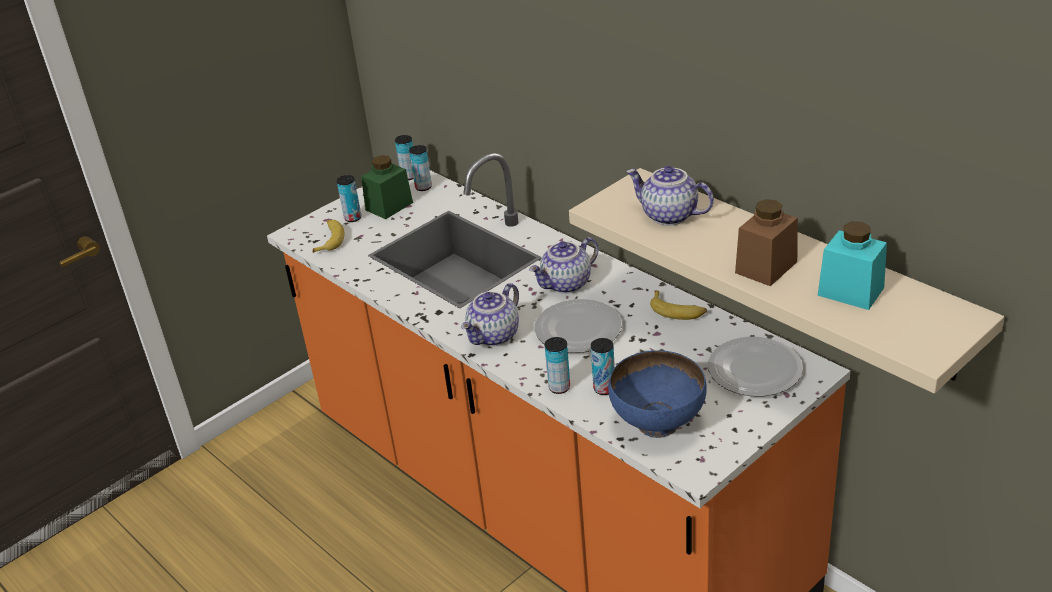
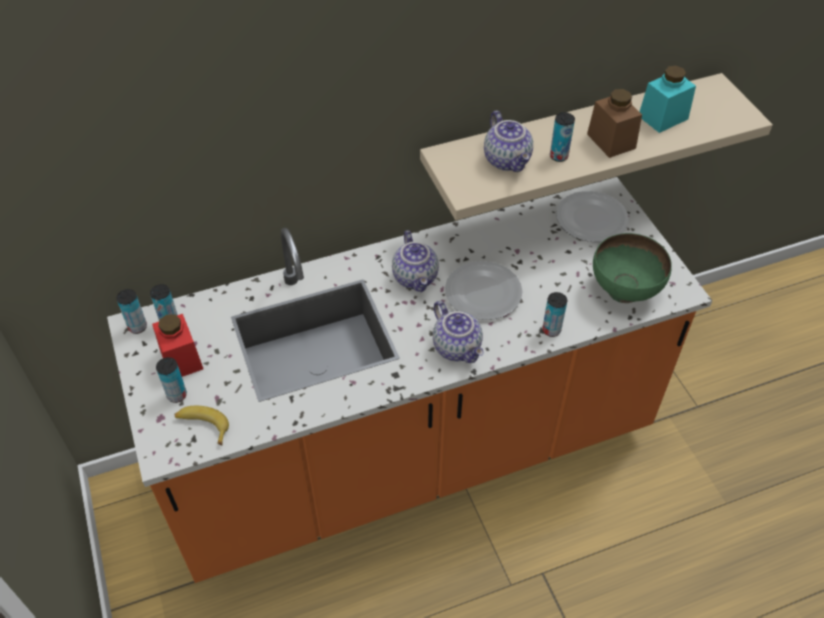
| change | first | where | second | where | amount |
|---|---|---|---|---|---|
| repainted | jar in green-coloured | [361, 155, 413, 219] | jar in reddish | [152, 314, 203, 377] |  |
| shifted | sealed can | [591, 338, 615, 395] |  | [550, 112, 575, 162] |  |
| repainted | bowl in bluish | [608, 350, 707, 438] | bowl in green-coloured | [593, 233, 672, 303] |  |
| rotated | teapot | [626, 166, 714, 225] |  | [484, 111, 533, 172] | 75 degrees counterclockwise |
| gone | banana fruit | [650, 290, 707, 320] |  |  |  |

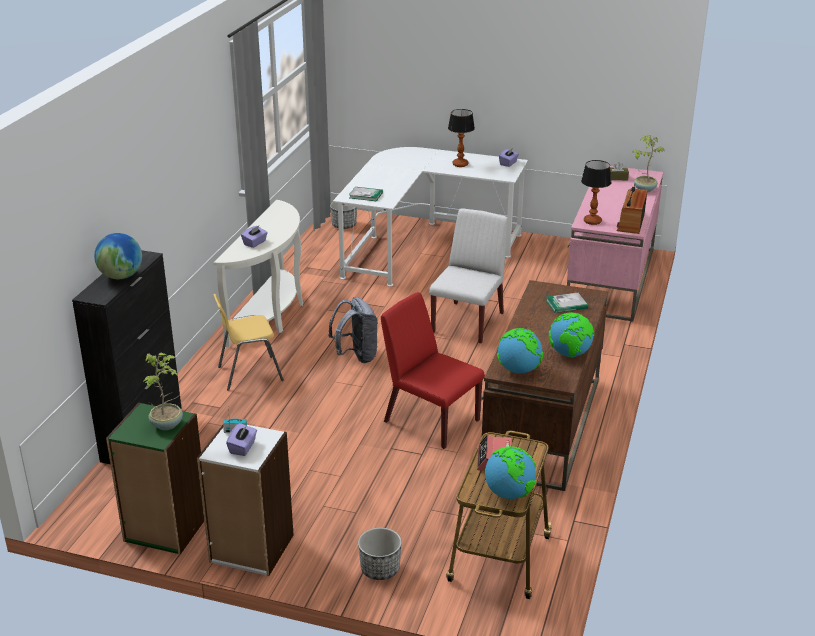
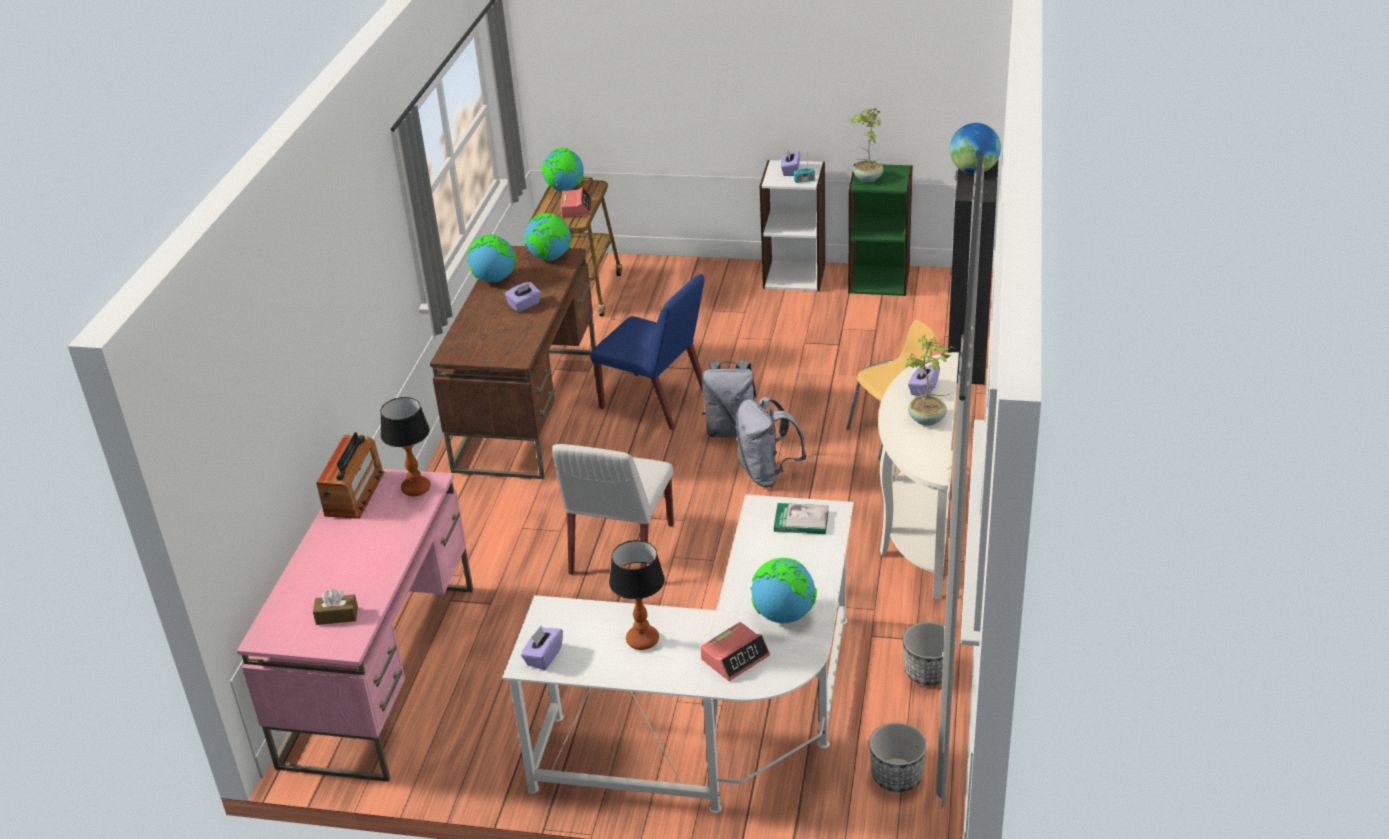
| change | first | where | second | where | amount |
|---|---|---|---|---|---|
| shifted | flower pot | [358, 528, 402, 580] |  | [903, 622, 956, 685] |  |
| repainted | chair in reddish | [381, 292, 485, 449] | chair in bluish | [590, 274, 704, 430] |  |
| gone | volume | [546, 293, 588, 313] |  |  |  |
| shifted | houseplant | [633, 135, 664, 192] |  | [905, 334, 956, 426] |  |
| new |  |  | tissue holder in purple-coloured | [505, 282, 541, 312] |  |
| new |  |  | bedside clock | [700, 622, 770, 681] |  |
| new |  |  | backpack in grey | [702, 359, 757, 438] |  |
| new |  |  | world globe | [750, 558, 817, 623] |  |

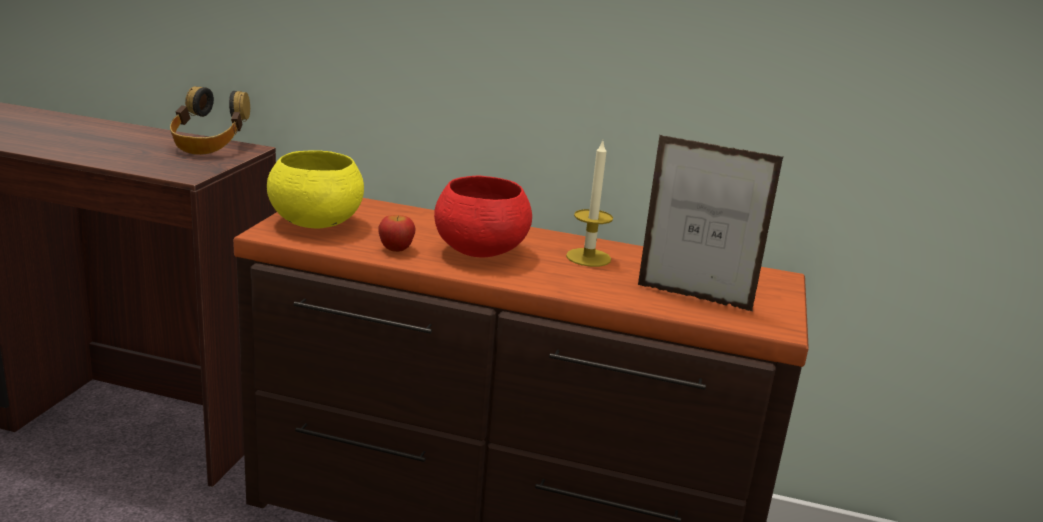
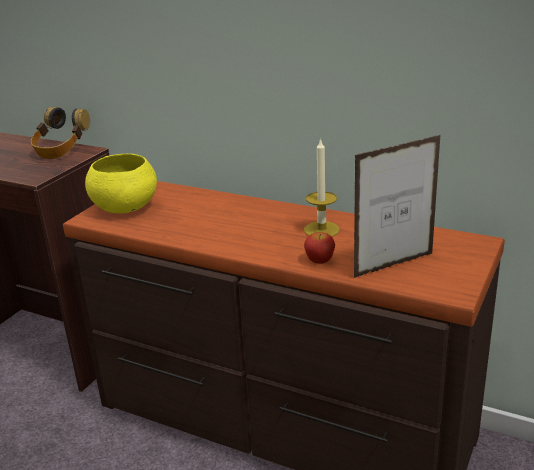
| change | first | where | second | where | amount |
|---|---|---|---|---|---|
| shifted | apple fruit | [378, 215, 415, 252] |  | [304, 232, 335, 264] |  |
| gone | bowl in reddish | [434, 175, 532, 258] |  |  |  |
| rotated | photo frame | [638, 135, 784, 312] |  | [353, 135, 440, 278] | 120 degrees clockwise |

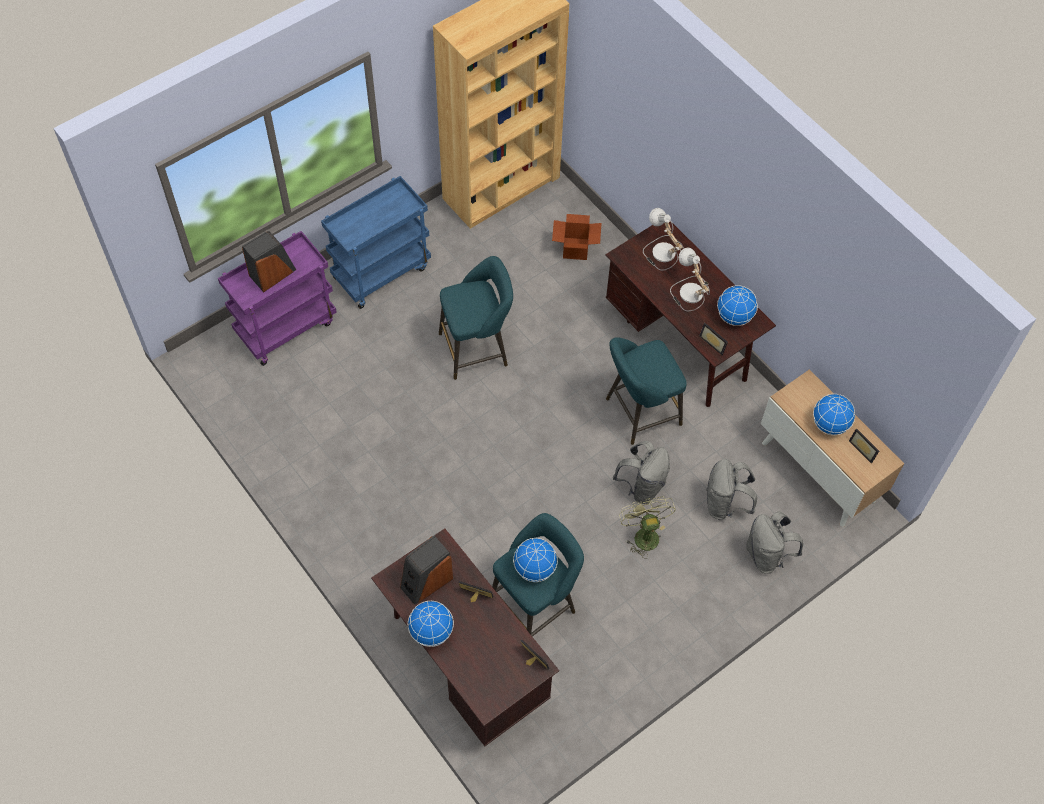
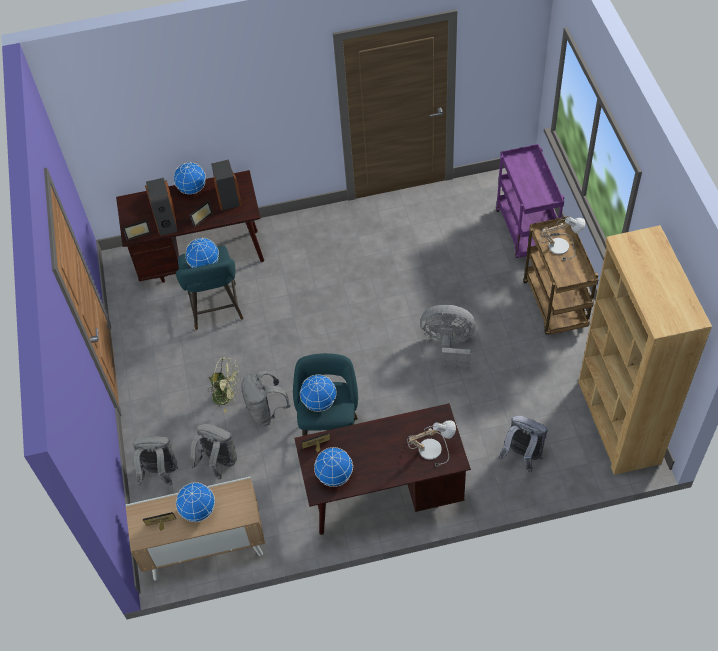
| change | first | where | second | where | amount |
|---|---|---|---|---|---|
| shifted | audio speaker | [242, 231, 296, 292] |  | [145, 178, 177, 236] |  |
| repainted | trolley in bluish | [321, 176, 431, 309] | trolley in brown | [523, 216, 598, 335] |  |
| swapped | stool seat in blue-green | [439, 256, 513, 380] | fan in grey | [420, 305, 476, 370] |  |
| swapped | packing box | [552, 214, 602, 260] | backpack in grey | [499, 416, 548, 472] |  |
| shifted | lamp for a table | [670, 248, 710, 311] |  | [540, 217, 586, 260] |  |
| new |  |  | world globe | [300, 375, 337, 412] |  |

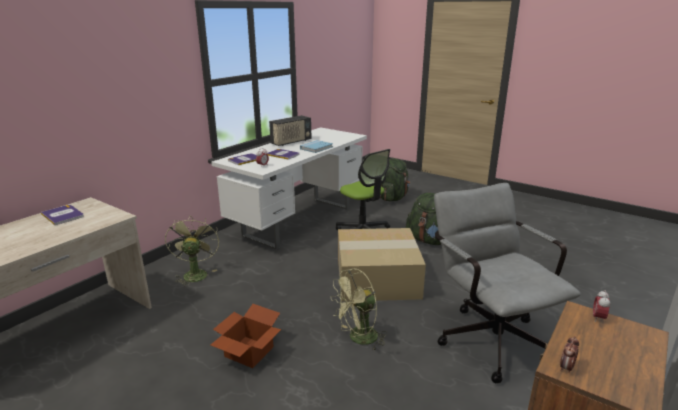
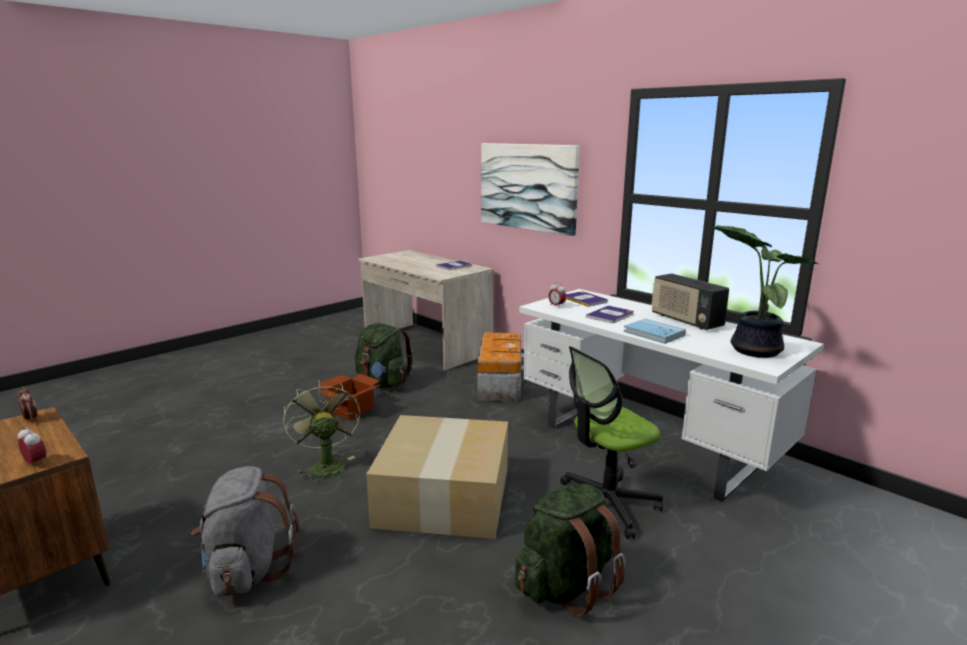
| change | first | where | second | where | amount |
|---|---|---|---|---|---|
| swapped | fan in green-coloured | [165, 215, 219, 287] | storage bin | [477, 333, 526, 402] |  |
| shifted | backpack in green-coloured | [380, 158, 410, 201] |  | [355, 323, 413, 388] |  |
| swapped | office chair in grey | [434, 183, 581, 383] | backpack in grey | [191, 466, 299, 597] |  |
| new |  |  | wall art | [481, 143, 580, 236] |  |
| new |  |  | houseplant | [712, 225, 818, 358] |  |

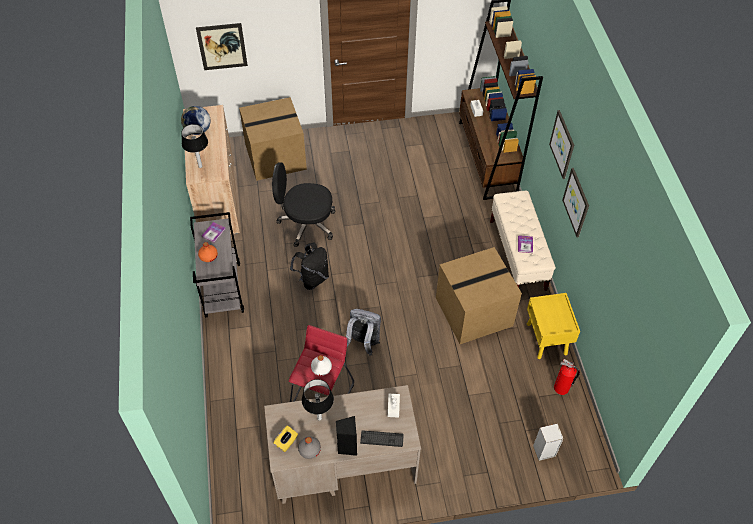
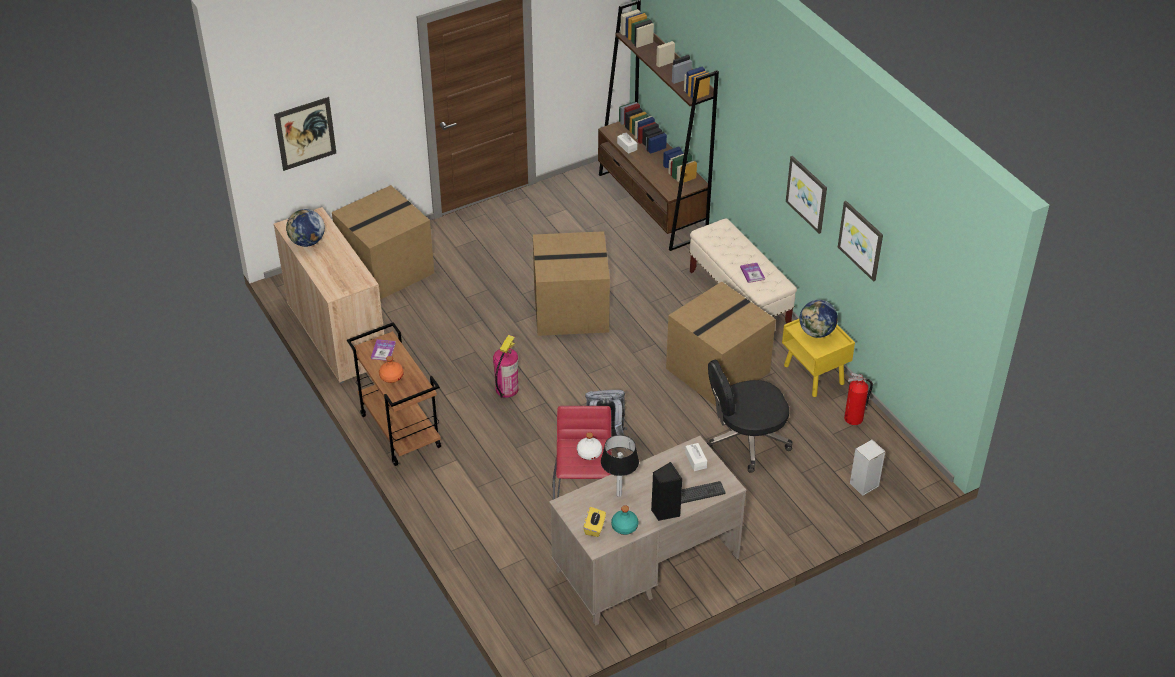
| change | first | where | second | where | amount |
|---|---|---|---|---|---|
| gone | lamp for a table | [181, 124, 208, 168] |  |  |  |
| repainted | trolley in grey | [190, 212, 244, 317] | trolley in brown | [347, 322, 441, 466] |  |
| shifted | office chair in black-coloured | [272, 162, 336, 247] |  | [707, 360, 793, 473] |  |
| swapped | backpack in black-coloured | [290, 243, 329, 290] | fire extinguisher | [493, 335, 519, 398] |  |
| repainted | bottle in grey | [298, 436, 321, 459] | bottle in blue-green | [611, 506, 638, 535] |  |
| shifted | wall art | [549, 110, 574, 179] |  | [838, 201, 883, 282] |  |
| new |  |  | packing box | [533, 231, 610, 336] |  |
| new |  |  | world globe | [799, 300, 838, 338] |  |

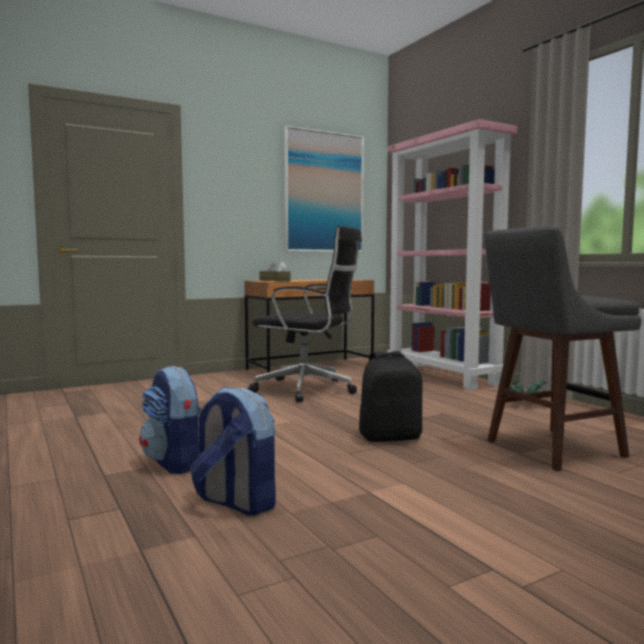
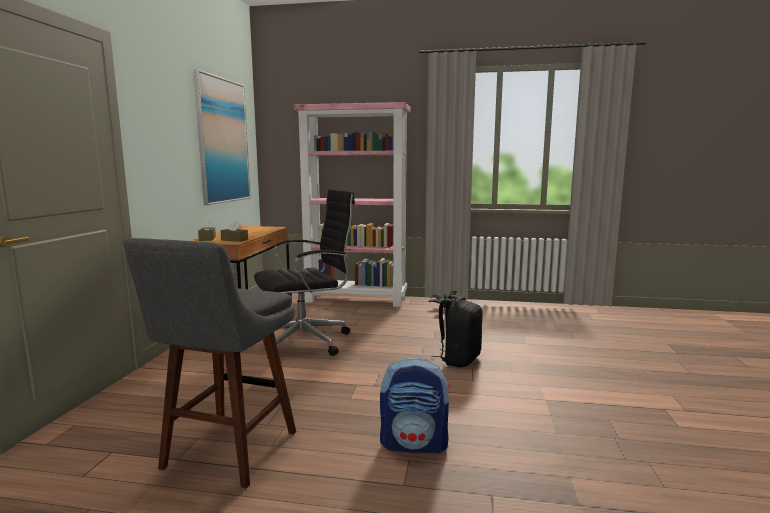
| change | first | where | second | where | amount |
|---|---|---|---|---|---|
| gone | backpack | [190, 387, 276, 515] |  |  |  |
| shifted | stool seat in grey | [484, 226, 642, 471] |  | [124, 238, 296, 489] |  |

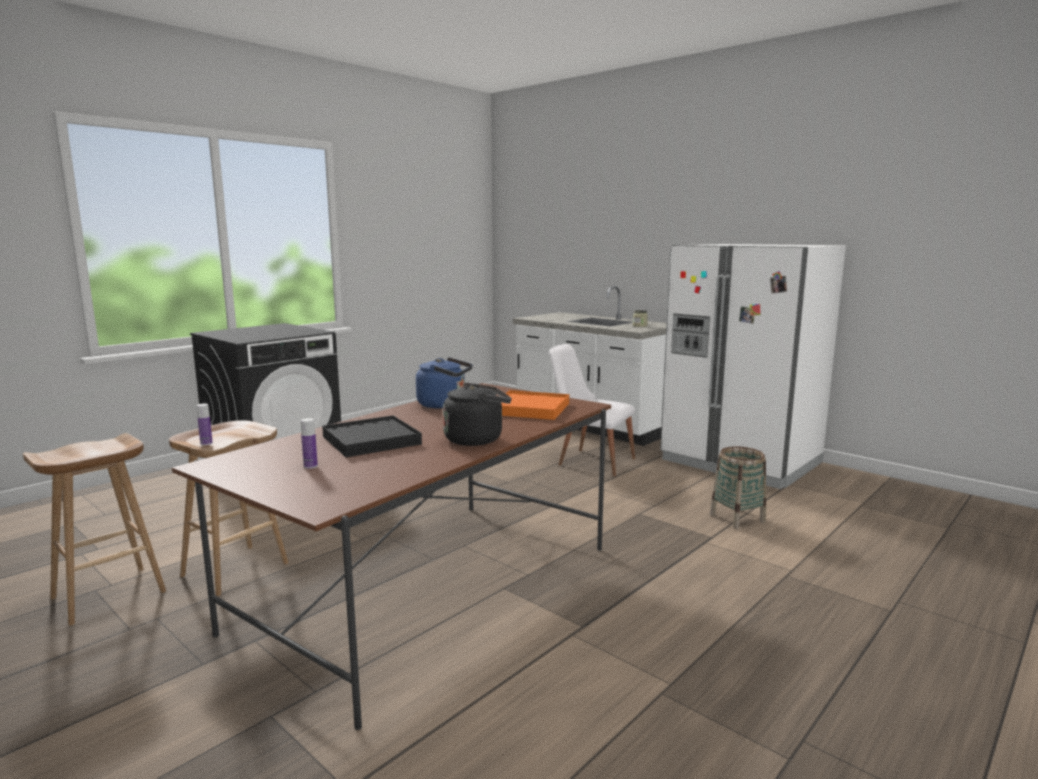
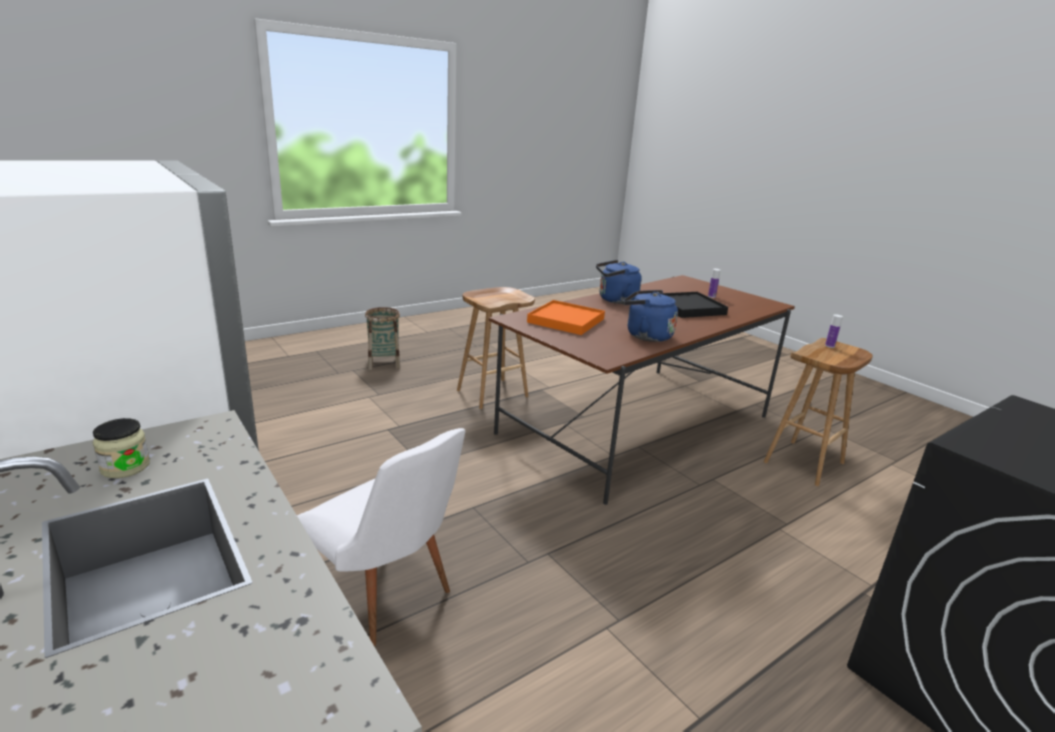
| change | first | where | second | where | amount |
|---|---|---|---|---|---|
| shifted | stool seat in brown | [23, 433, 166, 626] |  | [457, 287, 535, 409] |  |
| repainted | water kettle in black-coloured | [443, 382, 512, 446] | water kettle in bluish | [596, 260, 642, 304] |  |
| shifted | storage basket | [710, 446, 766, 529] |  | [365, 307, 400, 370] |  |

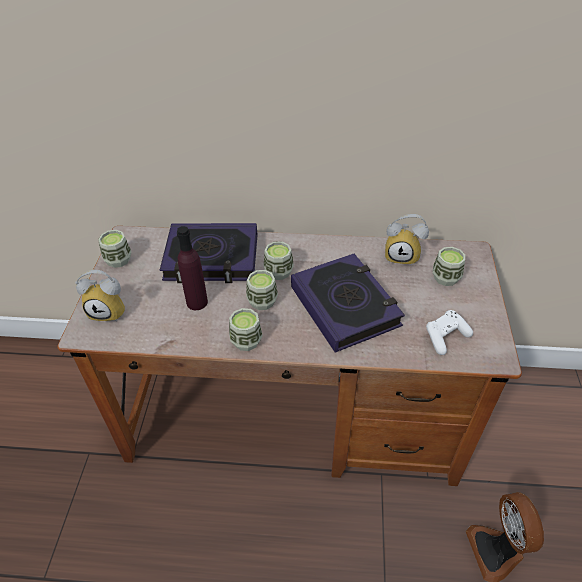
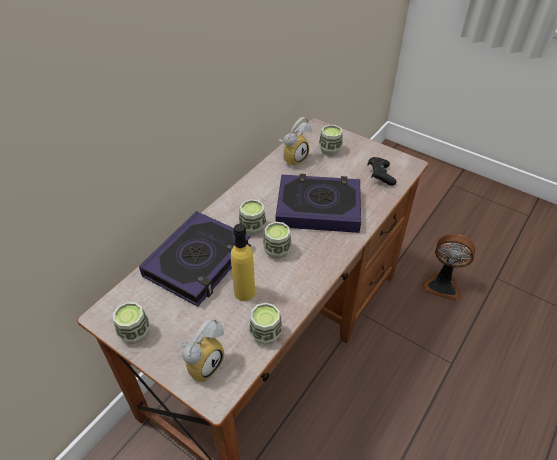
| change | first | where | second | where | amount |
|---|---|---|---|---|---|
| repainted | bottle in purple-coloured | [177, 226, 208, 310] | bottle in yellowish | [231, 224, 255, 301] |  |
| shifted | small cup | [229, 308, 263, 351] |  | [249, 303, 282, 345] |  |
| repainted | game controller in white | [426, 310, 473, 355] | game controller in black-coloured | [367, 157, 396, 186] |  |

